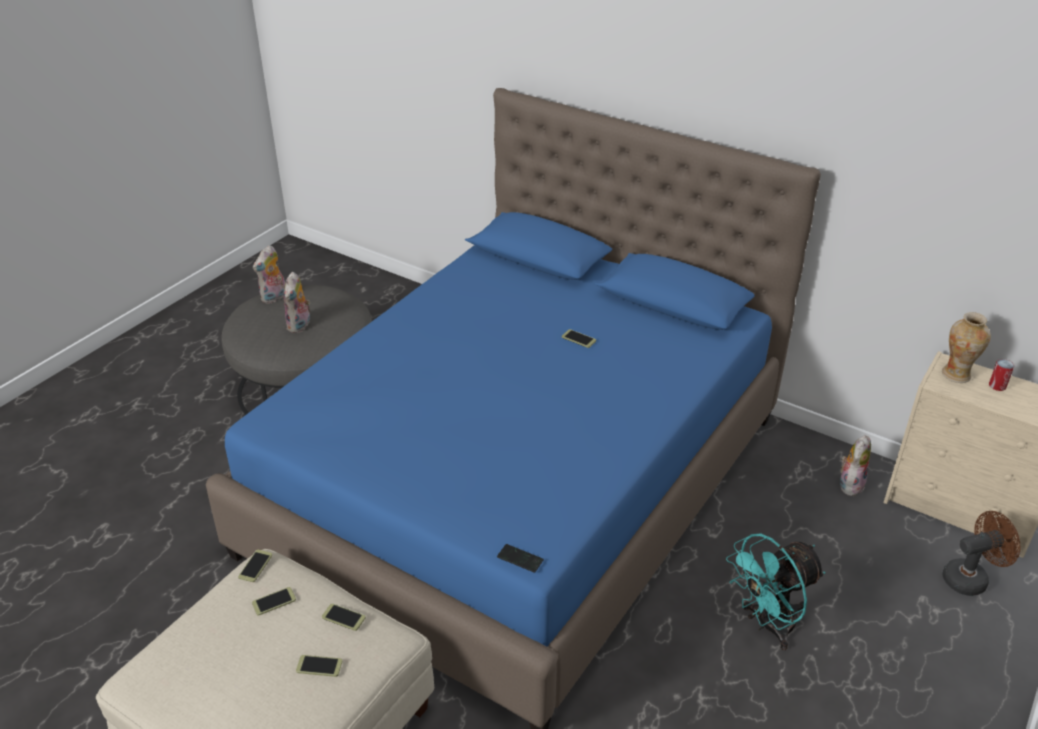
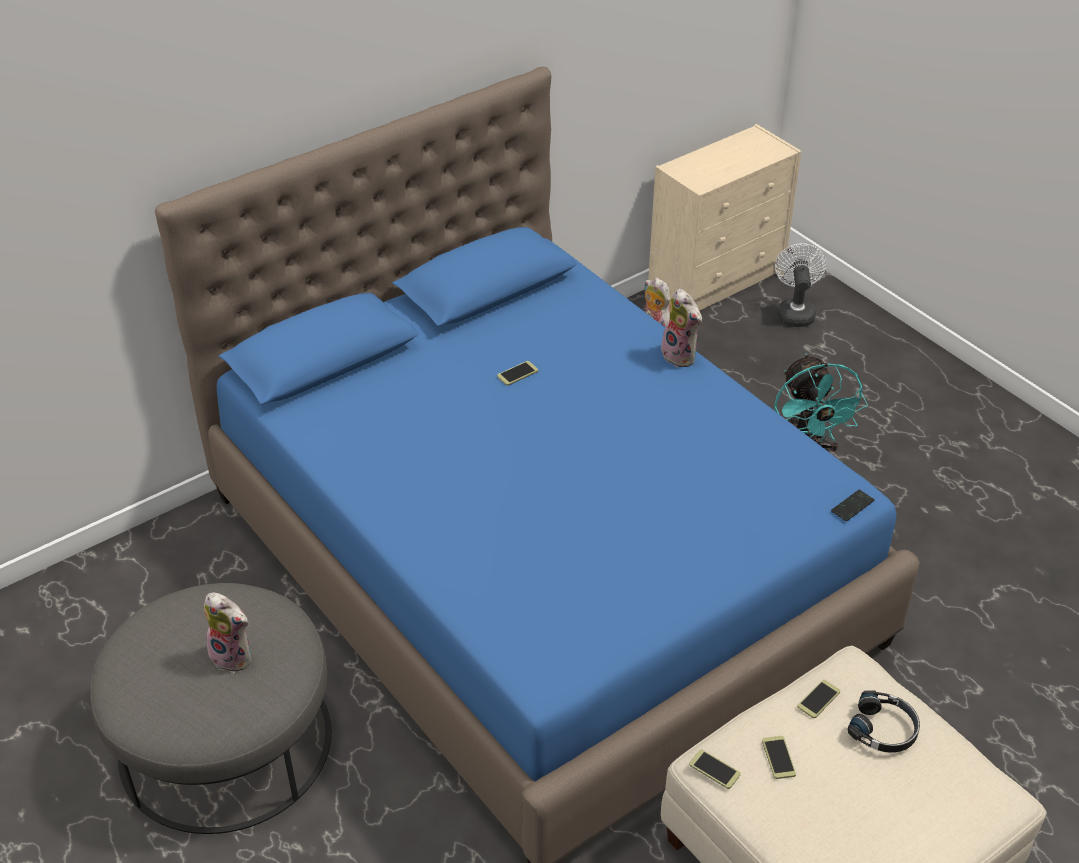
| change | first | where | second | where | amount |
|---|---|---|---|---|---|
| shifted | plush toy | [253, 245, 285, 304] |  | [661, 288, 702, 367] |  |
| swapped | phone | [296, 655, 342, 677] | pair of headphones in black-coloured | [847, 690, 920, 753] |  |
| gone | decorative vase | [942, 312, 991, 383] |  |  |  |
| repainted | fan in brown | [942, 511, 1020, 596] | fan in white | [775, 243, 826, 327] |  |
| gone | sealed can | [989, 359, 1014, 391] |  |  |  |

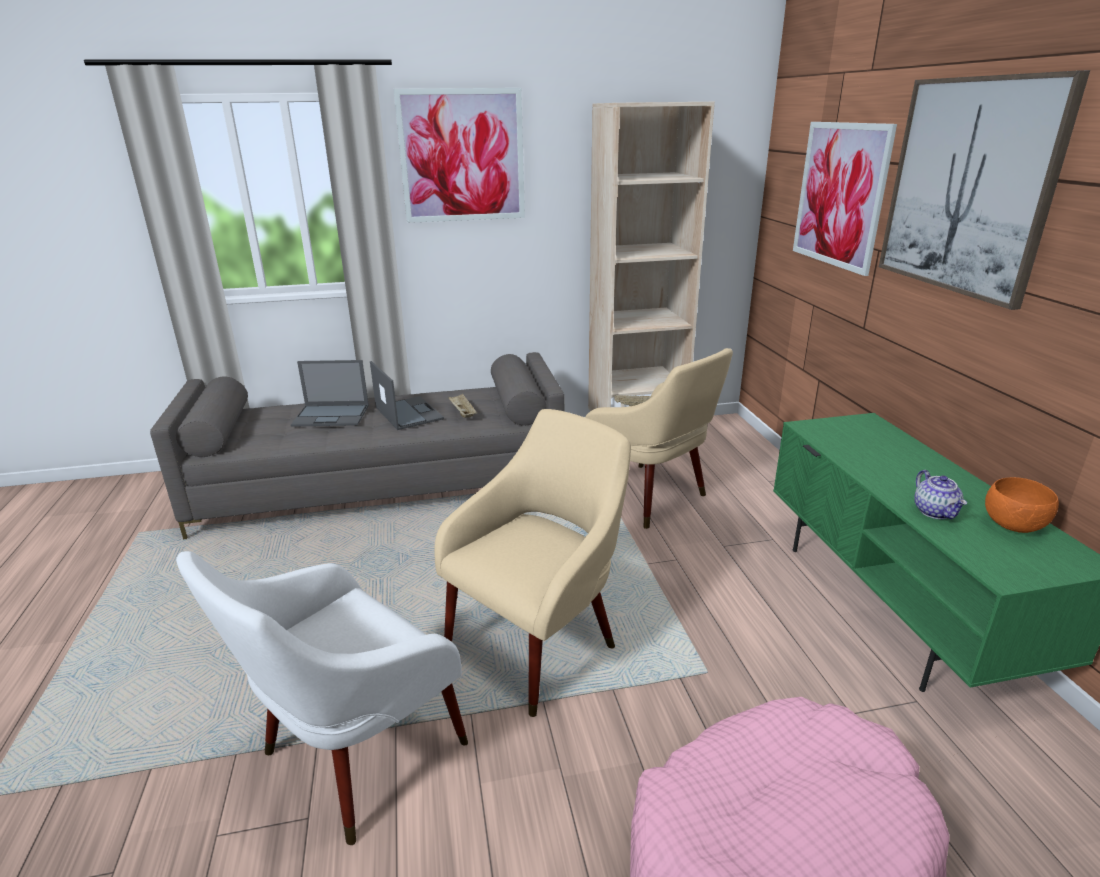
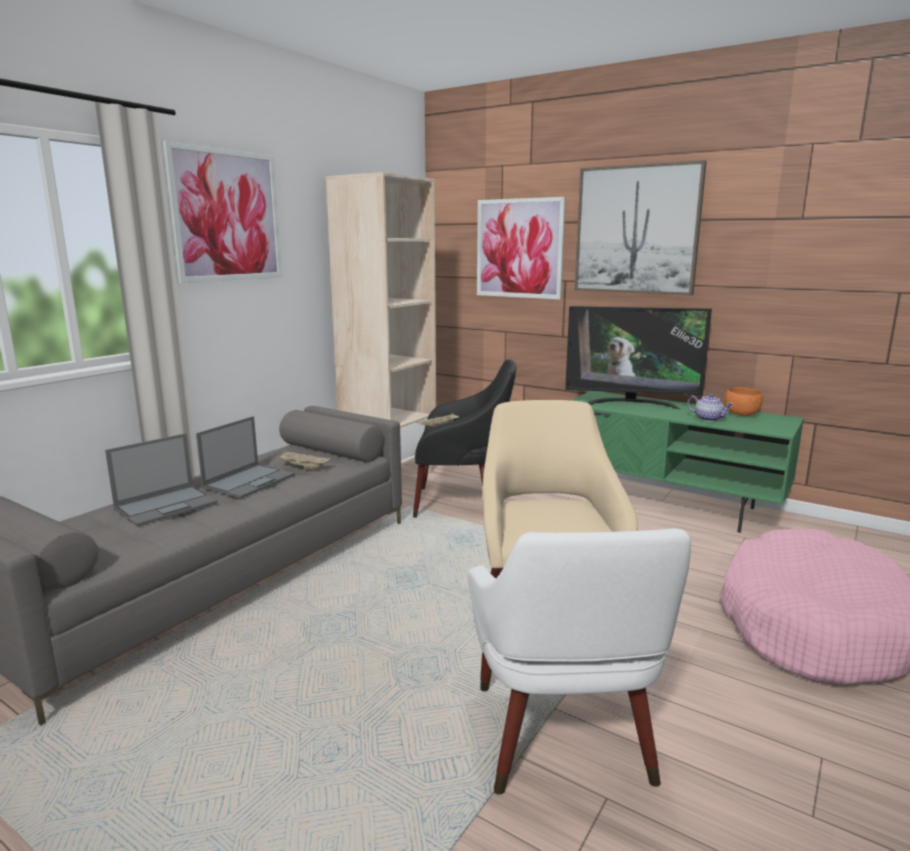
| change | first | where | second | where | amount |
|---|---|---|---|---|---|
| rotated | notebook computer | [370, 361, 444, 430] |  | [196, 416, 295, 498] | 105 degrees clockwise |
| repainted | easy chair in beige-coloured | [585, 348, 733, 529] | easy chair in black-coloured | [413, 359, 517, 518] |  |
| new |  |  | TV set | [565, 306, 712, 409] |  |

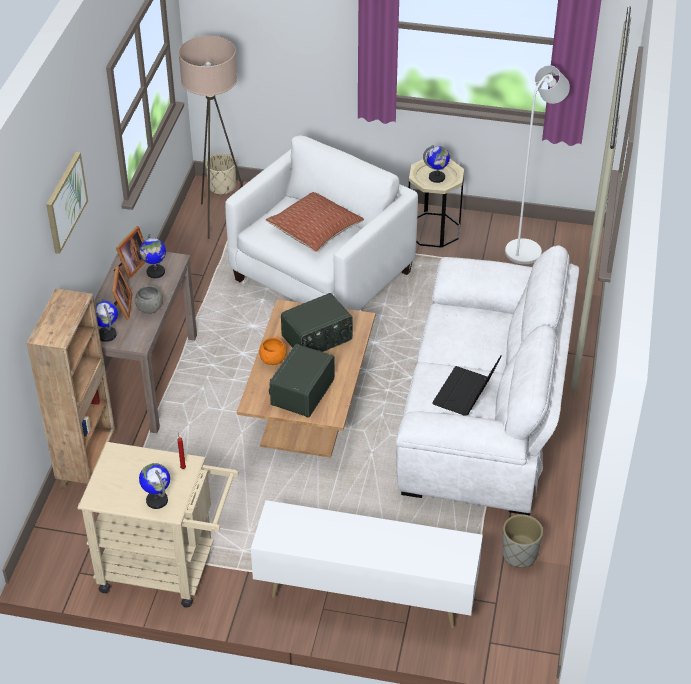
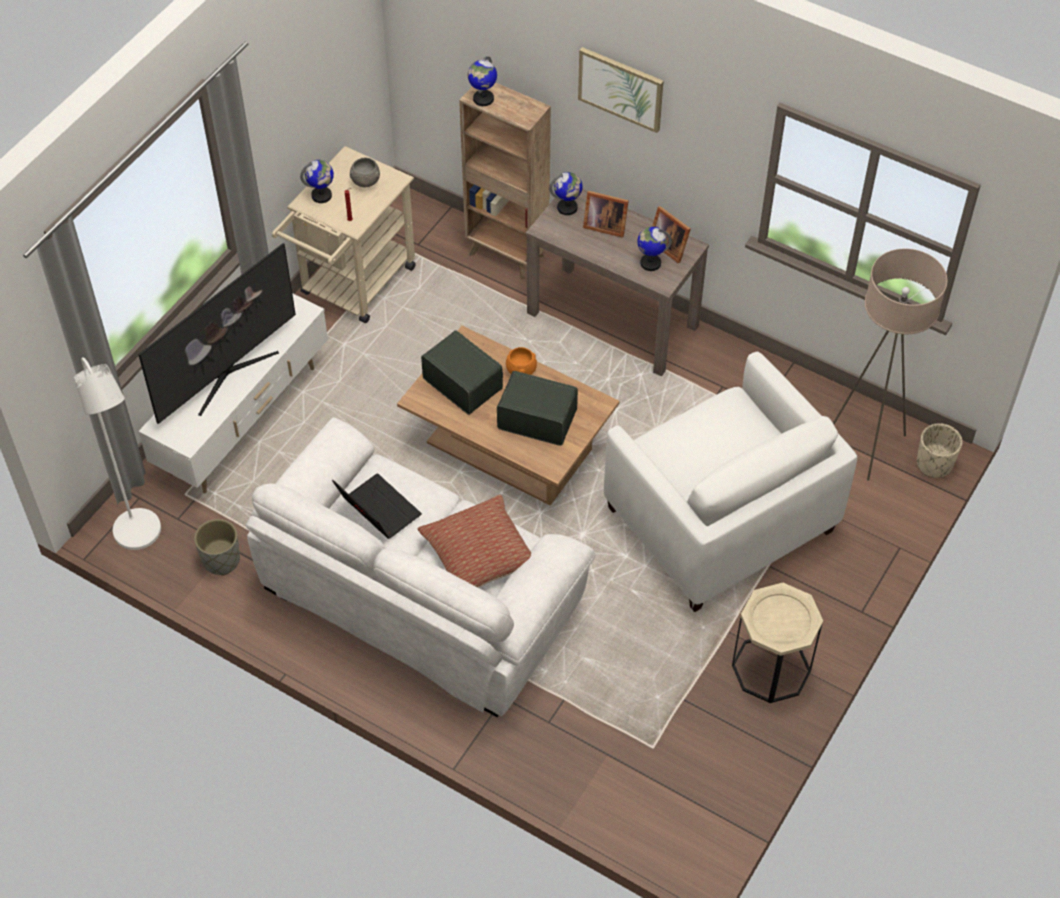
| change | first | where | second | where | amount |
|---|---|---|---|---|---|
| shifted | bowl in grey | [135, 286, 163, 314] |  | [350, 158, 380, 187] |  |
| shifted | pillow | [266, 192, 364, 252] |  | [417, 494, 531, 588] |  |
| rotated | radio set | [281, 293, 353, 352] |  | [497, 371, 578, 446] | 120 degrees clockwise |
| shifted | world globe | [423, 145, 450, 183] |  | [468, 56, 497, 106] |  |
| shifted | standard lamp in white | [505, 65, 570, 264] |  | [74, 357, 161, 550] |  |
| new |  |  | TV set | [138, 243, 296, 424] |  |

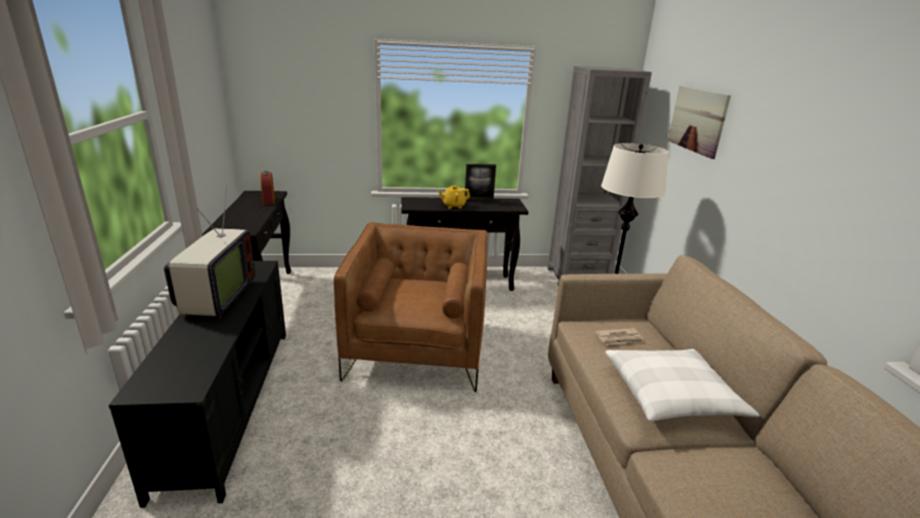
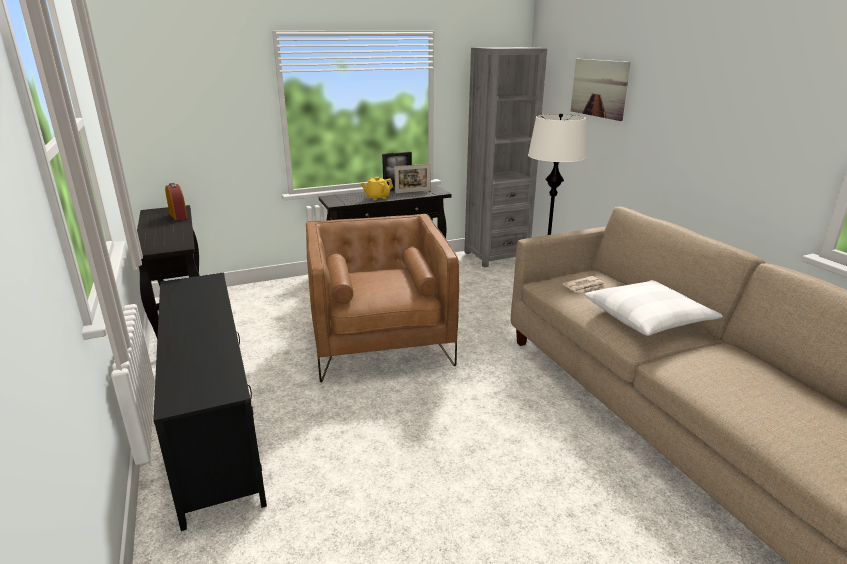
| change | first | where | second | where | amount |
|---|---|---|---|---|---|
| gone | TV set | [164, 187, 255, 319] |  |  |  |
| new |  |  | photo frame | [394, 164, 431, 193] |  |

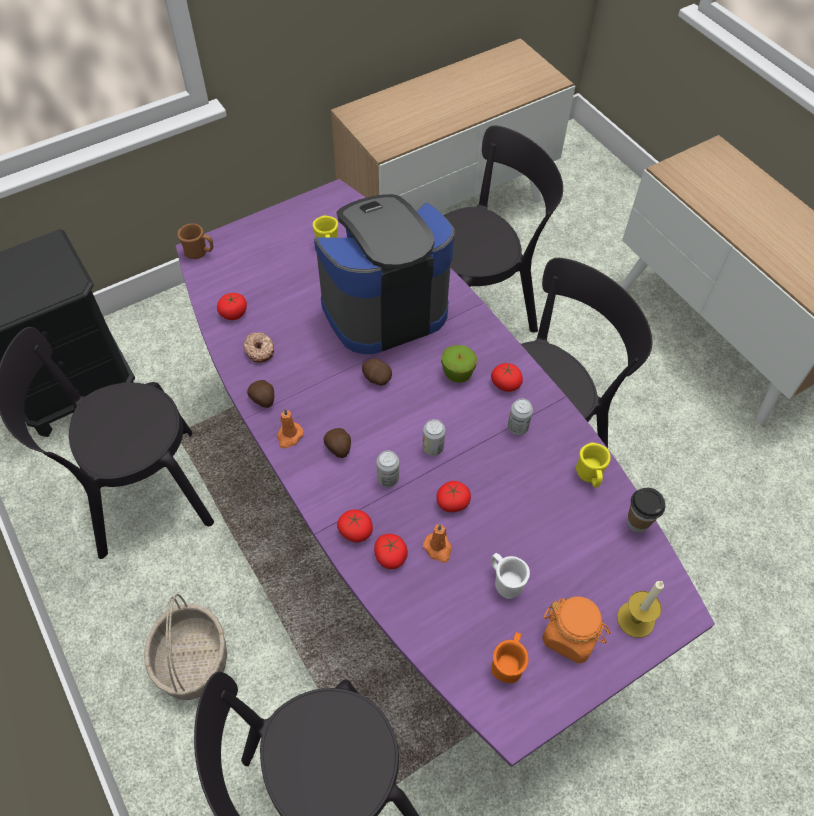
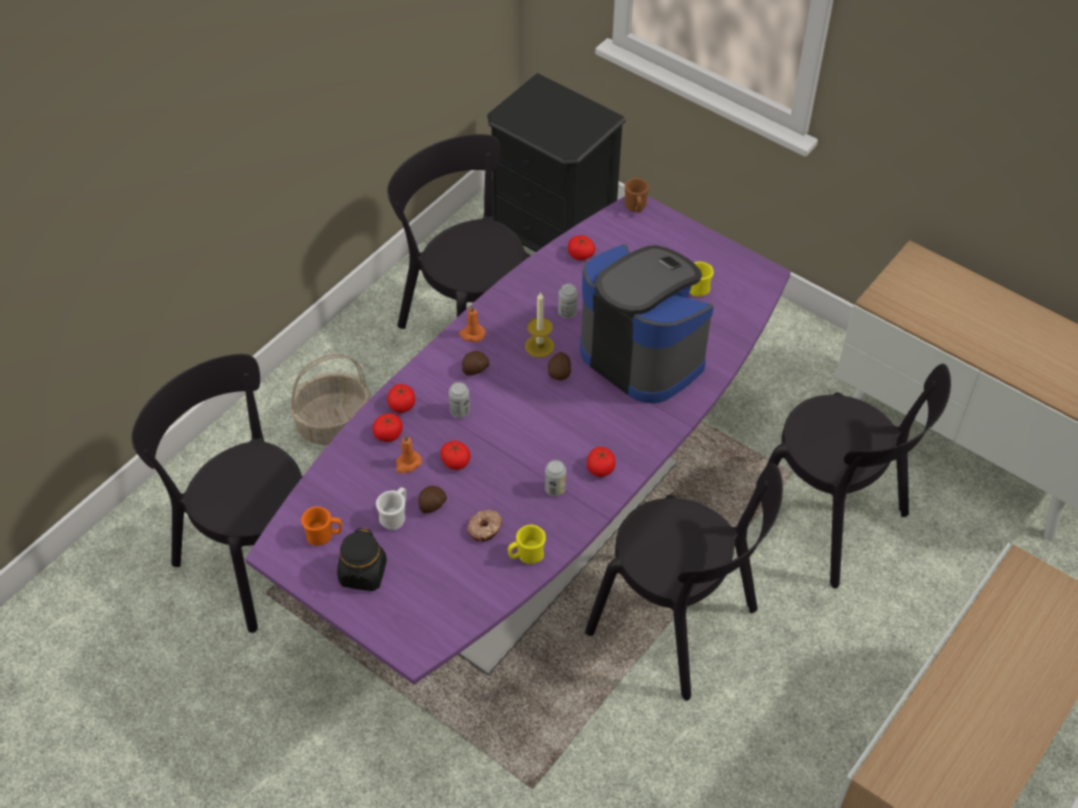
| change | first | where | second | where | amount |
|---|---|---|---|---|---|
| shifted | donut | [244, 332, 275, 363] |  | [467, 509, 503, 542] |  |
| shifted | whole potato | [247, 380, 274, 408] |  | [418, 486, 447, 514] |  |
| shifted | sealed can | [422, 419, 445, 456] |  | [558, 283, 578, 319] |  |
| gone | apple fruit | [441, 345, 477, 383] |  |  |  |
| repainted | jar in orange-coloured | [542, 596, 611, 663] | jar in black-coloured | [337, 528, 387, 591] |  |
| shifted | wax light | [617, 581, 664, 638] |  | [525, 292, 554, 358] |  |
| gone | small cup | [627, 488, 665, 533] |  |  |  |

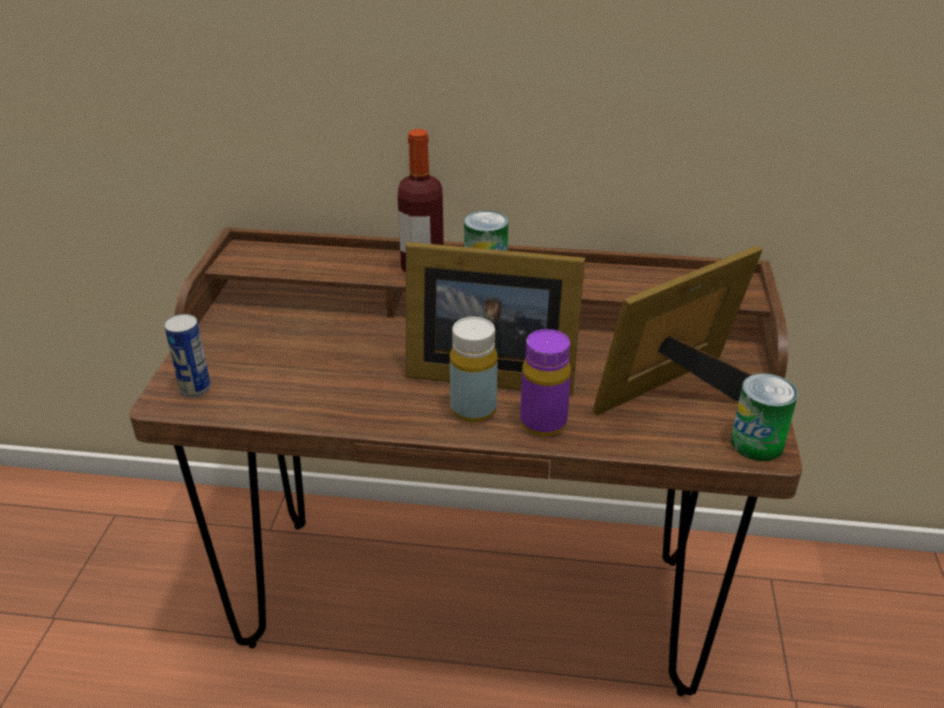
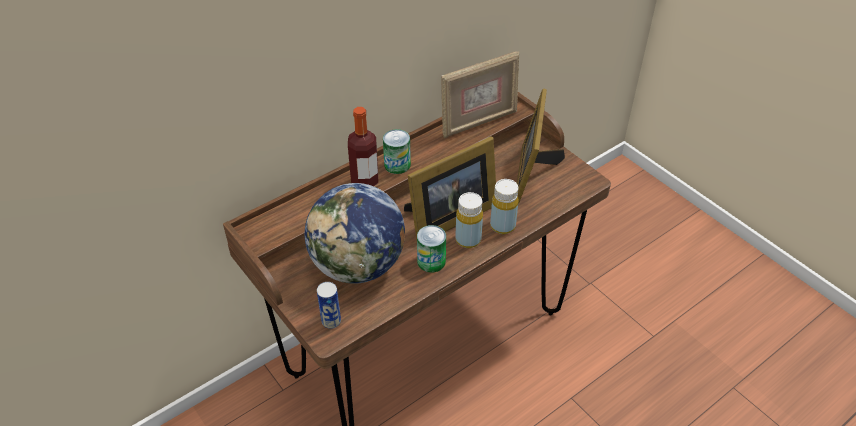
| change | first | where | second | where | amount |
|---|---|---|---|---|---|
| repainted | bottle in purple-coloured | [520, 329, 571, 437] | bottle in yellowish | [490, 179, 519, 234] |  |
| shifted | sealed can | [731, 373, 798, 461] |  | [417, 225, 446, 273] |  |
| new |  |  | world globe | [304, 183, 405, 284] |  |
| new |  |  | photo frame | [441, 51, 519, 138] |  |

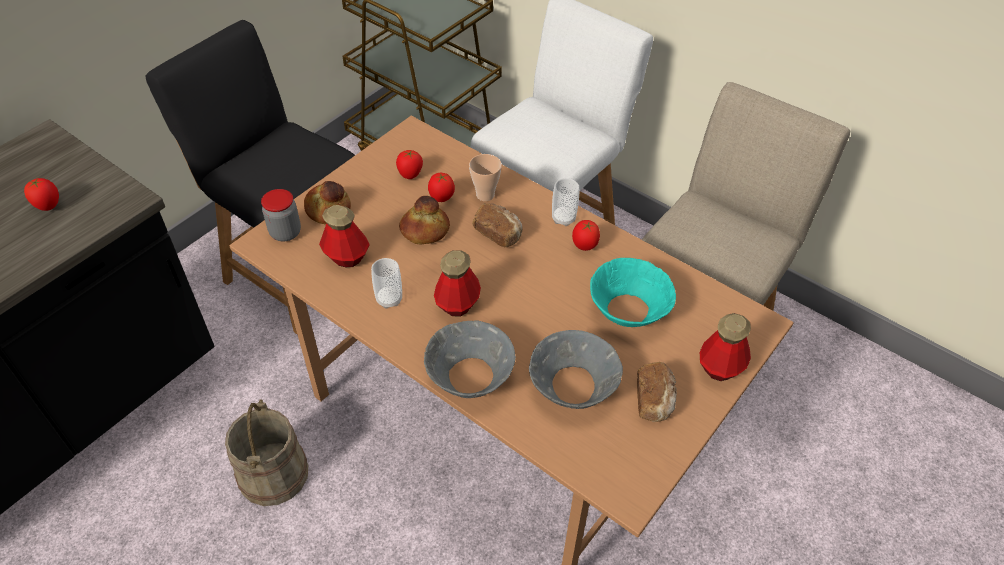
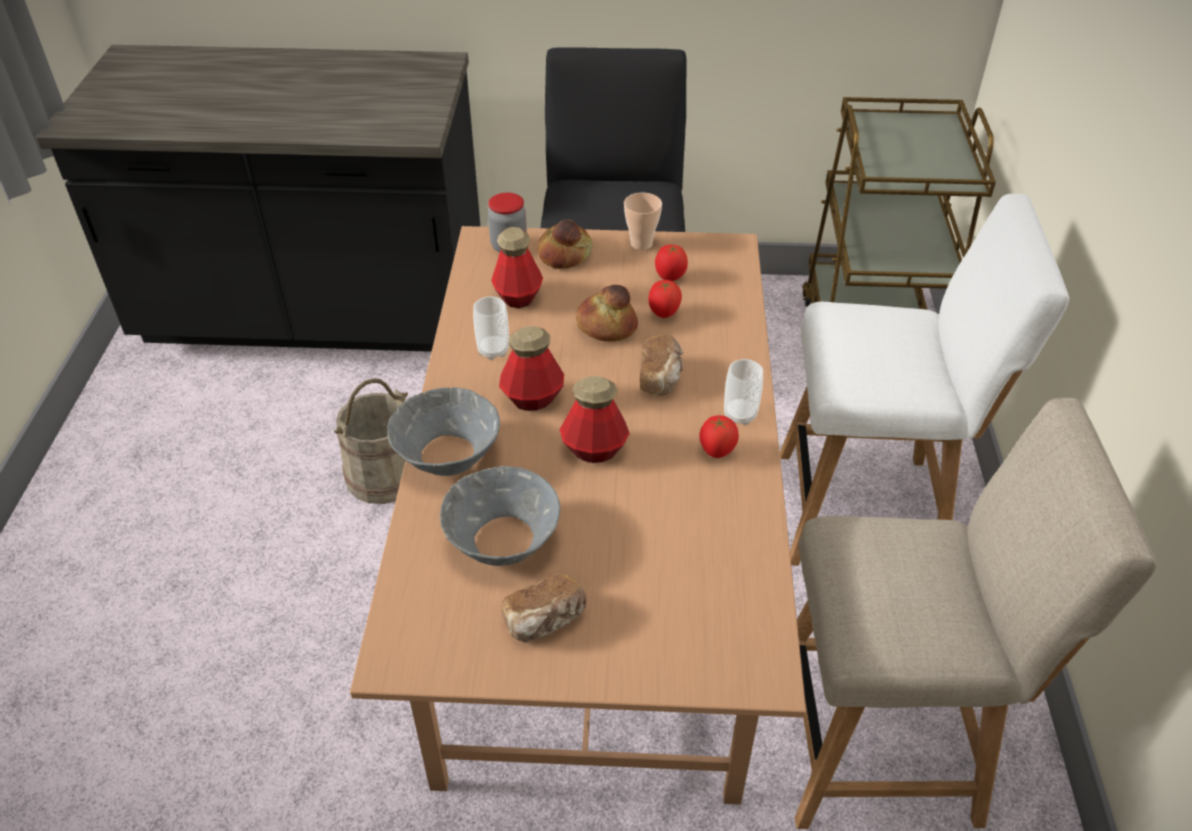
| change | first | where | second | where | amount |
|---|---|---|---|---|---|
| gone | fresh tomato | [24, 178, 59, 211] |  |  |  |
| shifted | small cup | [469, 154, 502, 201] |  | [624, 193, 662, 250] |  |
| gone | bowl in blue-green | [590, 258, 676, 327] |  |  |  |
| shifted | bottle | [700, 313, 751, 381] |  | [559, 376, 630, 463] |  |

